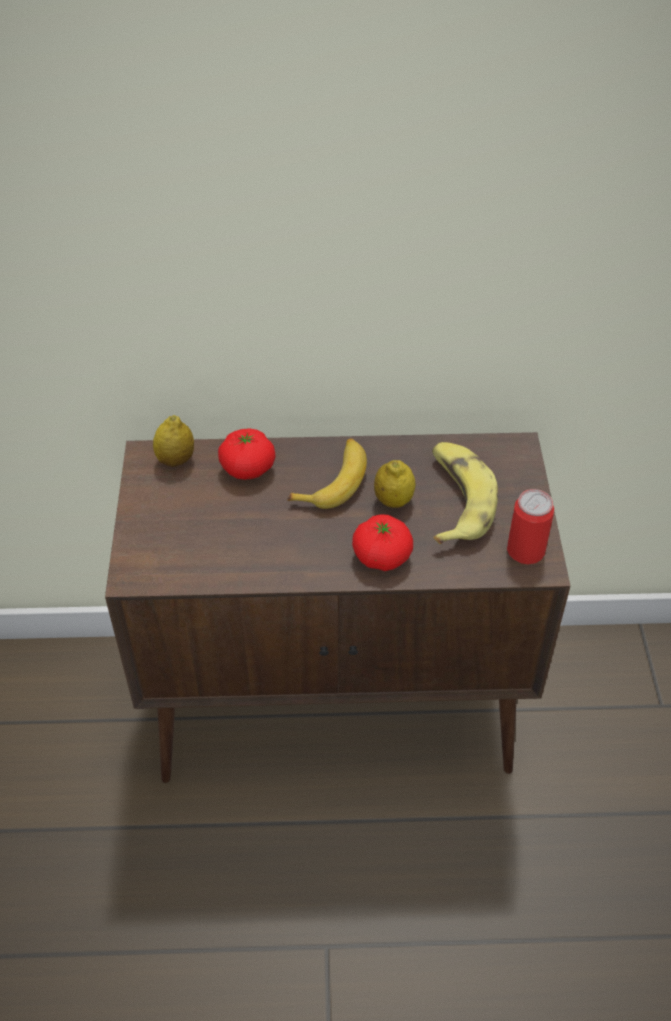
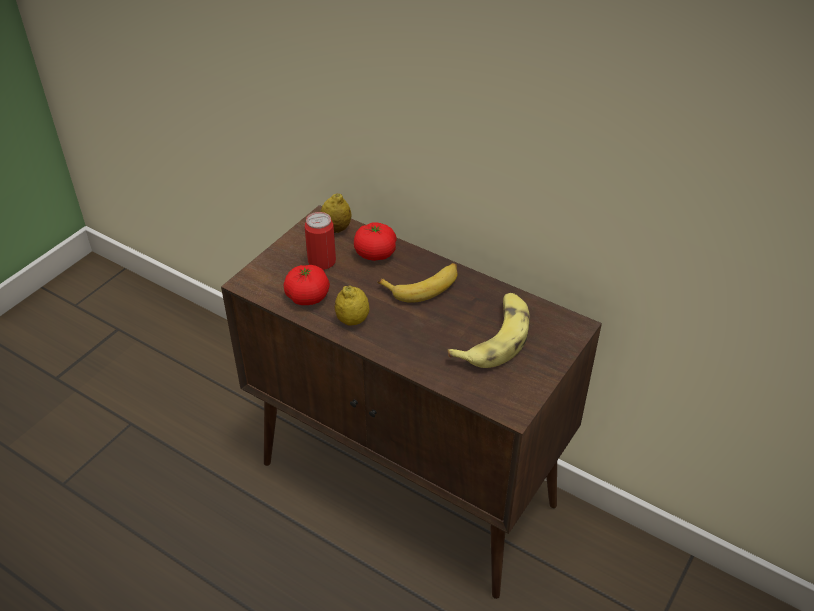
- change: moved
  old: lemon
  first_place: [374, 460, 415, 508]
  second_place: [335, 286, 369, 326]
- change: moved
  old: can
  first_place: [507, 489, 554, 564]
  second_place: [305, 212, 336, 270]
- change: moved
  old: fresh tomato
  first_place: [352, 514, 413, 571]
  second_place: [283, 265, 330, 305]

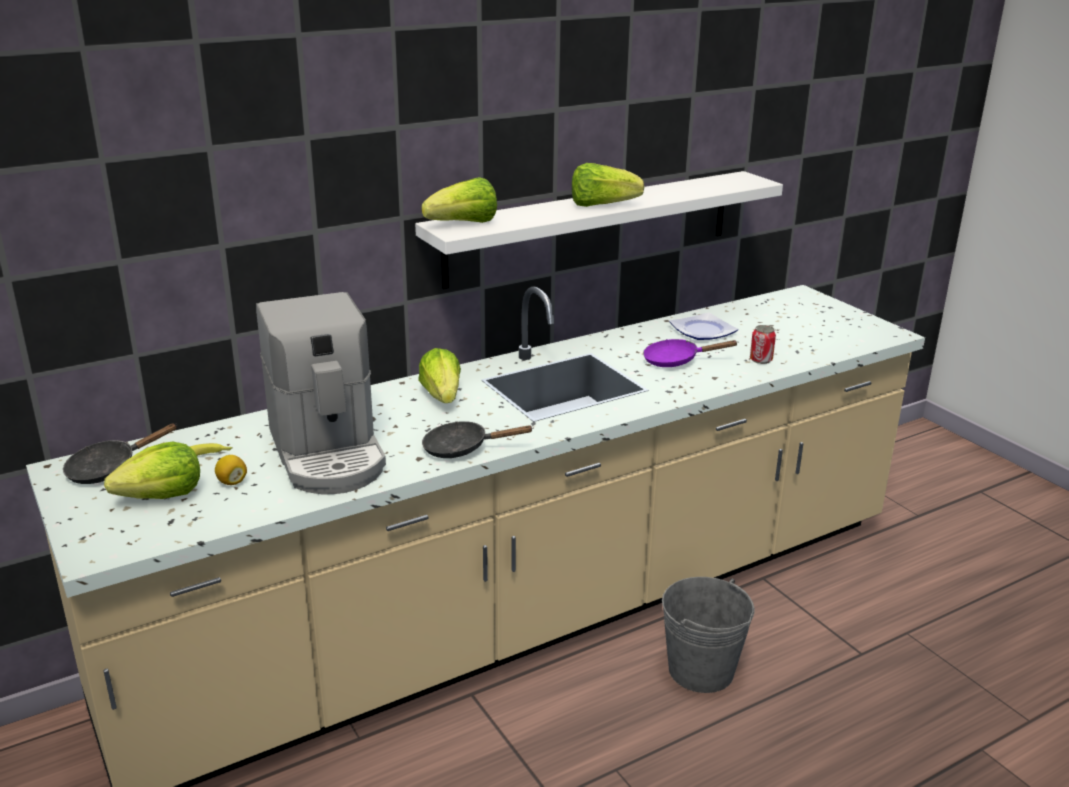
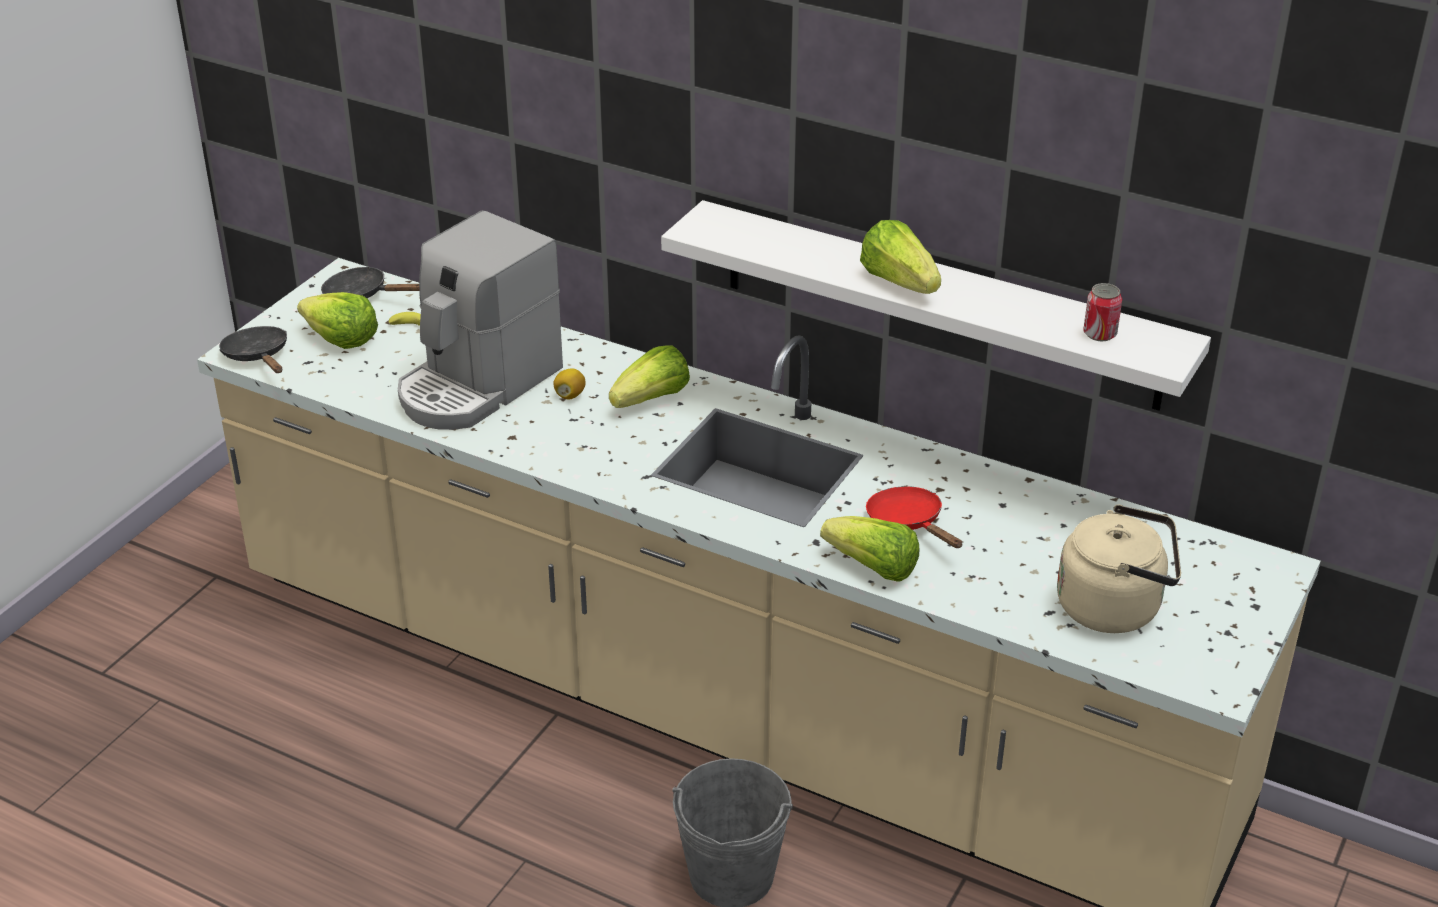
- change: moved
  old: head of lettuce
  first_place: [421, 177, 497, 223]
  second_place: [820, 516, 919, 582]
- change: removed
  old: dinner plate
  first_place: [669, 312, 738, 340]
- change: moved
  old: can
  first_place: [750, 325, 776, 364]
  second_place: [1083, 283, 1122, 341]
- change: recoloured
  old: purple-coloured frying pan
  new: red-coloured frying pan
  first_place: [643, 339, 738, 367]
  second_place: [866, 486, 962, 548]
- change: moved
  old: blackish frying pan
  first_place: [422, 421, 534, 458]
  second_place: [219, 326, 287, 373]
- change: moved
  old: lemon
  first_place: [215, 455, 247, 485]
  second_place: [553, 369, 586, 399]
- change: added
  new: beige-coloured kettle
  second_place: [1057, 505, 1181, 633]

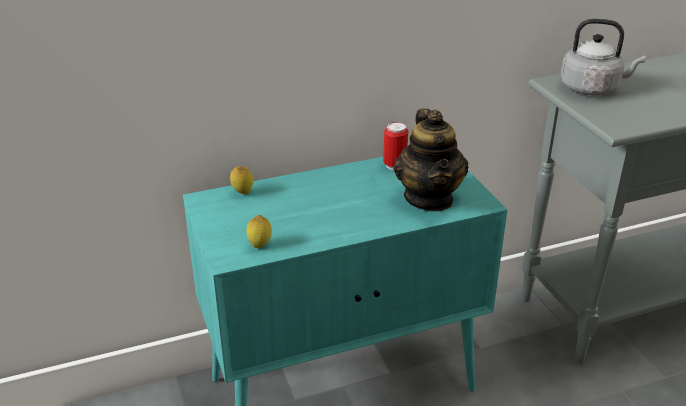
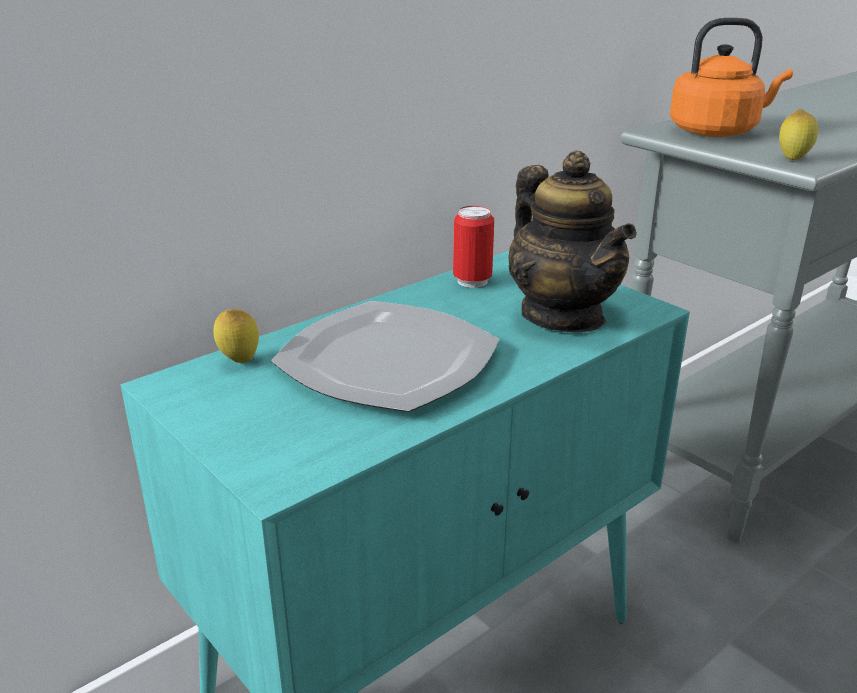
- change: recoloured
  old: greyish kettle
  new: orangey kettle
  first_place: [560, 19, 646, 95]
  second_place: [670, 18, 793, 137]
- change: moved
  old: lemon
  first_place: [247, 215, 272, 248]
  second_place: [779, 109, 818, 160]
- change: added
  new: dinner plate
  second_place: [271, 301, 499, 412]

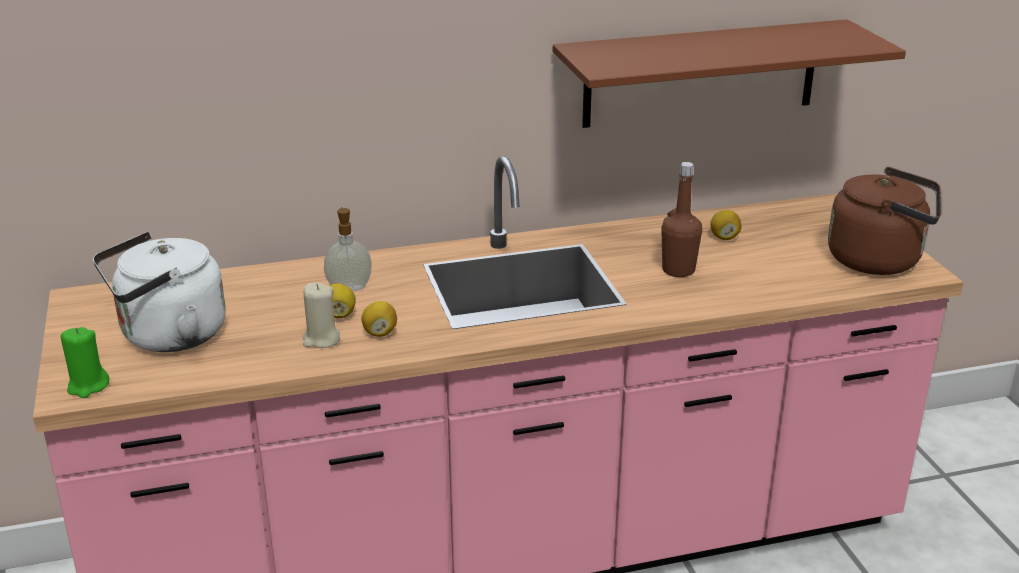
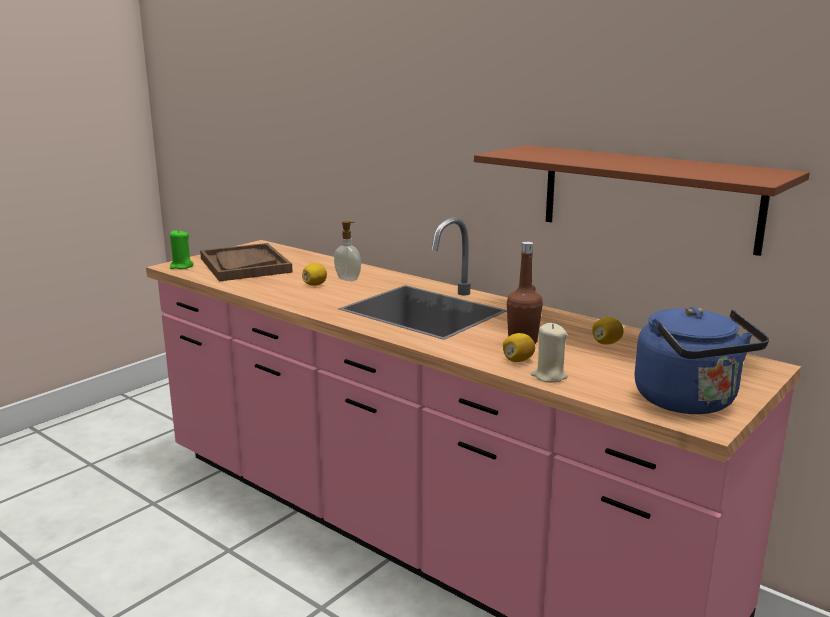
- change: recoloured
  old: brown-coloured kettle
  new: blue-coloured kettle
  first_place: [828, 167, 940, 275]
  second_place: [634, 307, 769, 414]
- change: replaced
  old: whitish kettle
  new: brown-coloured tray
  first_place: [93, 232, 226, 352]
  second_place: [200, 243, 293, 281]
- change: moved
  old: beige-coloured wax light
  first_place: [303, 283, 340, 348]
  second_place: [531, 323, 568, 383]
- change: moved
  old: lemon
  first_place: [361, 301, 397, 337]
  second_place: [503, 333, 535, 362]

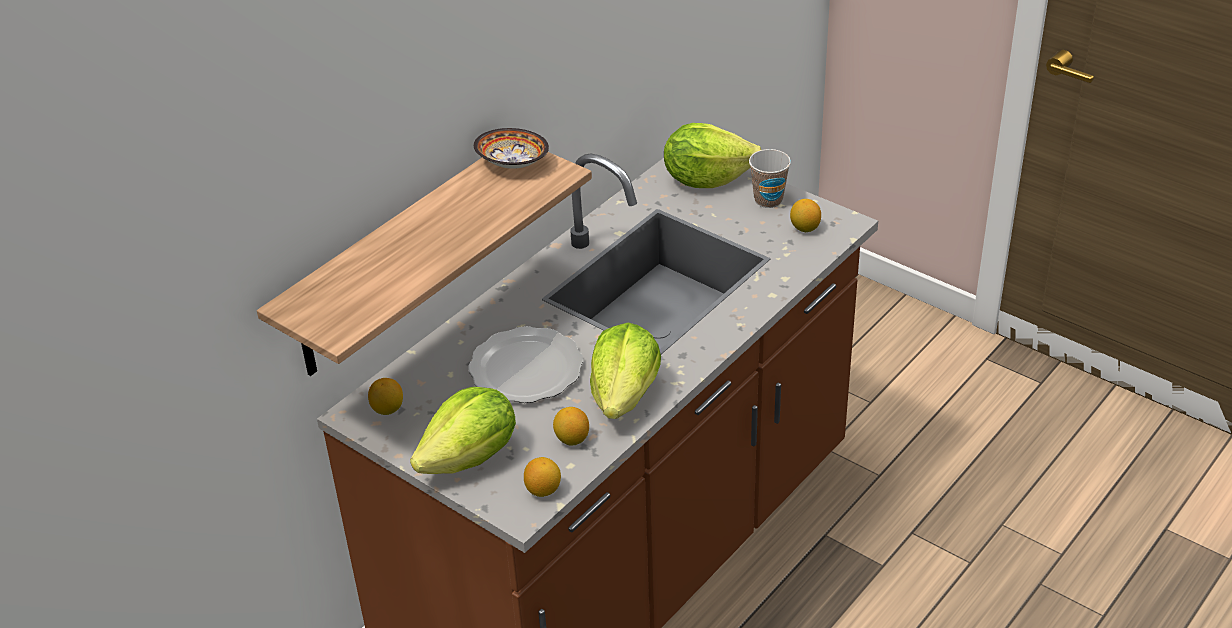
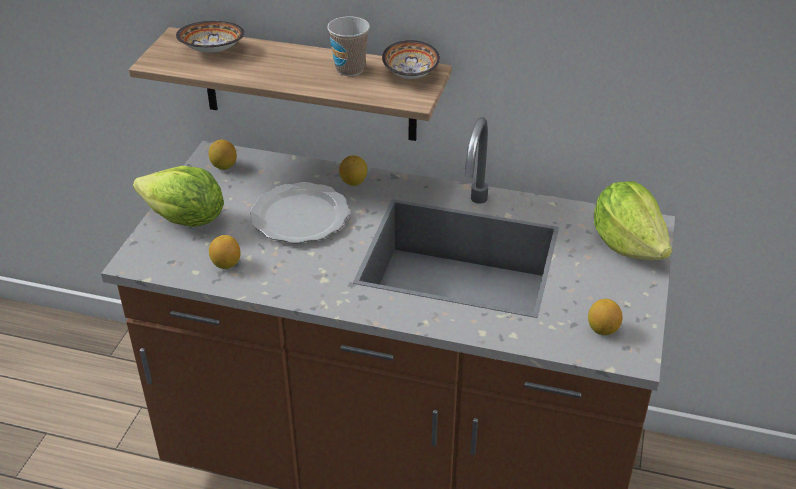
- change: moved
  old: small cup
  first_place: [749, 149, 791, 208]
  second_place: [327, 16, 370, 76]
- change: removed
  old: head of lettuce
  first_place: [590, 323, 661, 419]
- change: moved
  old: lemon
  first_place: [524, 457, 561, 497]
  second_place: [339, 155, 367, 186]
- change: added
  new: deep dish
  second_place: [176, 21, 244, 52]

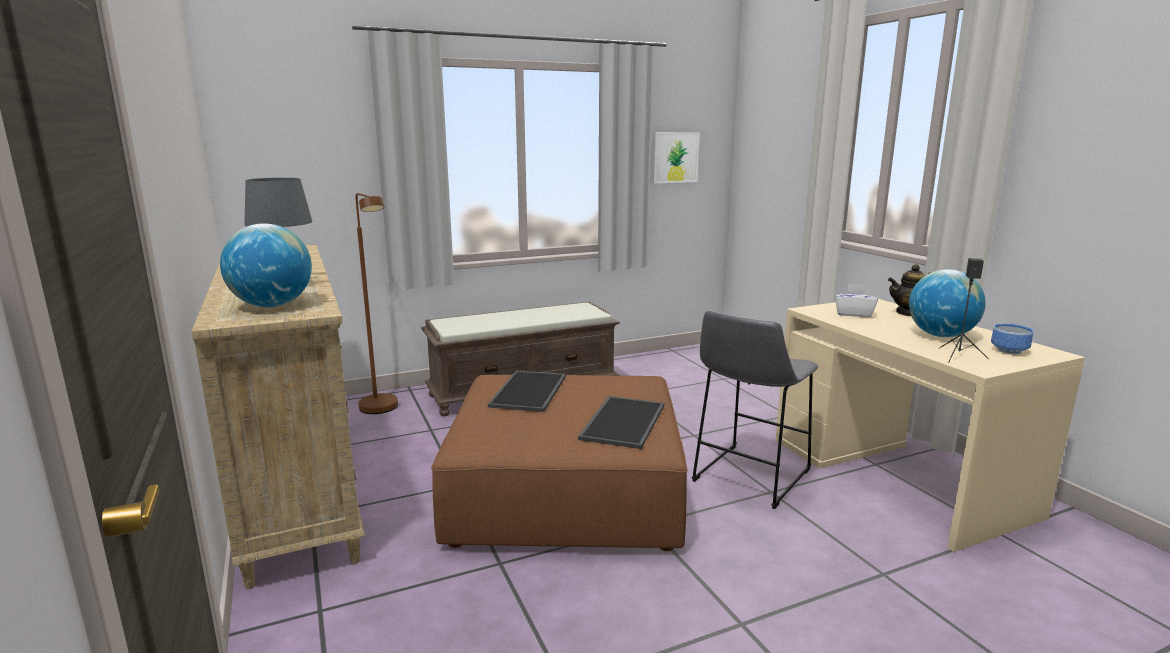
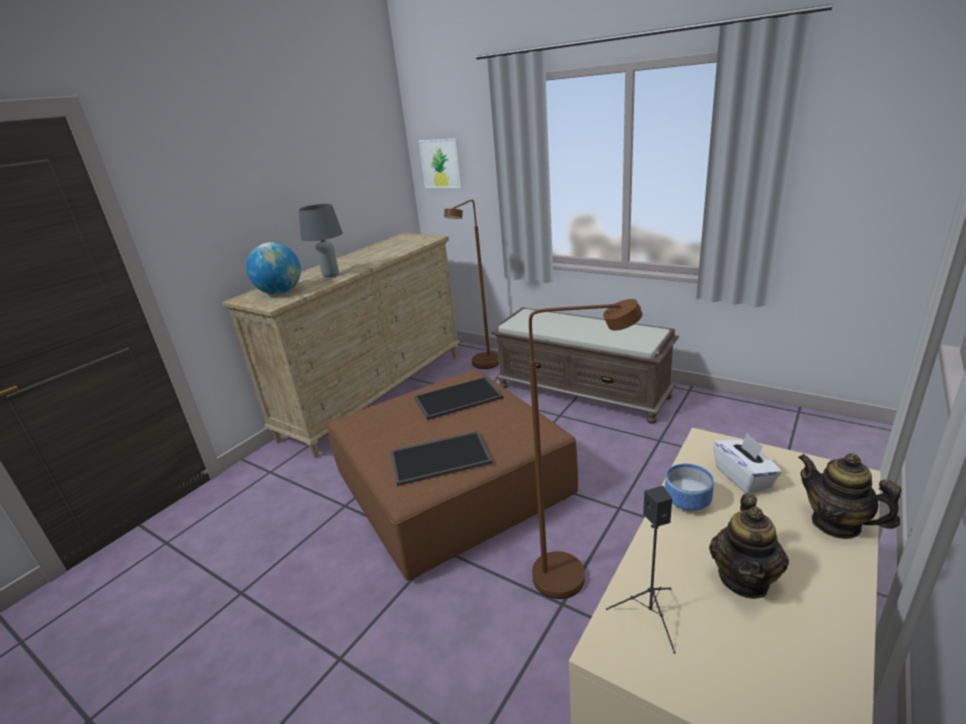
- change: moved
  old: picture
  first_place: [654, 132, 700, 184]
  second_place: [419, 138, 463, 188]
- change: replaced
  old: desk globe
  new: pot for tea
  first_place: [909, 269, 986, 337]
  second_place: [709, 494, 789, 599]
- change: replaced
  old: greyish stool
  new: brown-coloured standing lamp
  first_place: [692, 310, 818, 509]
  second_place: [529, 299, 643, 599]
- change: moved
  old: deep dish
  first_place: [991, 324, 1033, 354]
  second_place: [665, 464, 714, 511]

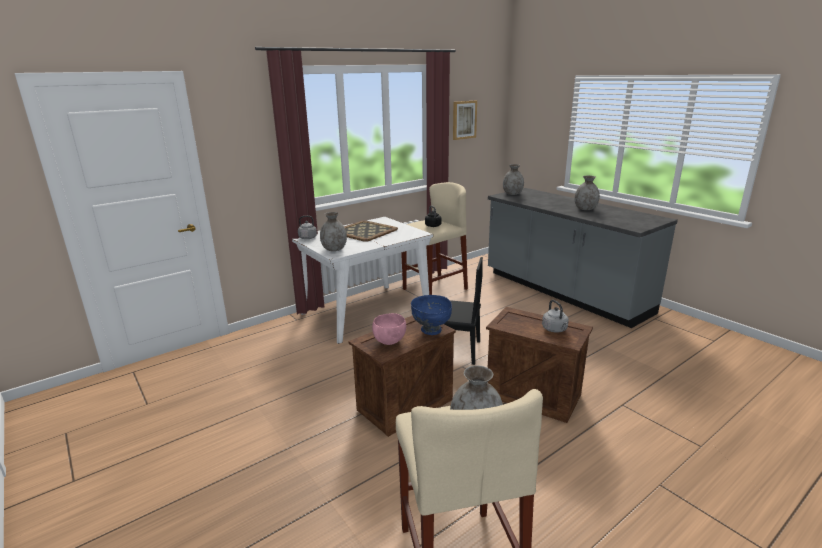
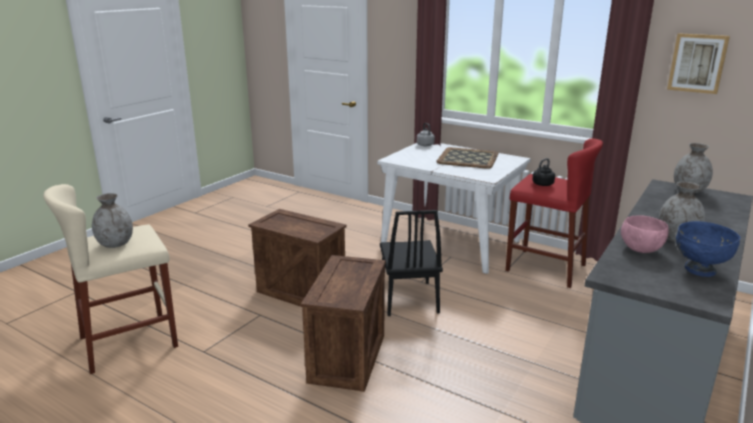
- change: recoloured
  old: beige-coloured stool
  new: red-coloured stool
  first_place: [401, 182, 468, 295]
  second_place: [506, 138, 603, 288]
- change: removed
  old: greyish decorative vase
  first_place: [320, 212, 347, 251]
- change: moved
  old: blue-coloured deep dish
  first_place: [411, 295, 452, 335]
  second_place: [676, 221, 741, 277]
- change: removed
  old: greyish kettle
  first_place: [542, 300, 569, 333]
- change: moved
  old: pink-coloured deep dish
  first_place: [372, 313, 406, 345]
  second_place: [621, 215, 669, 253]

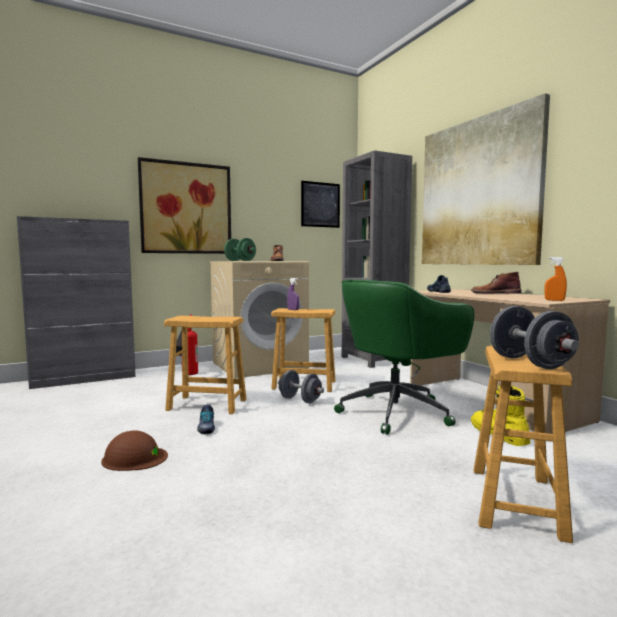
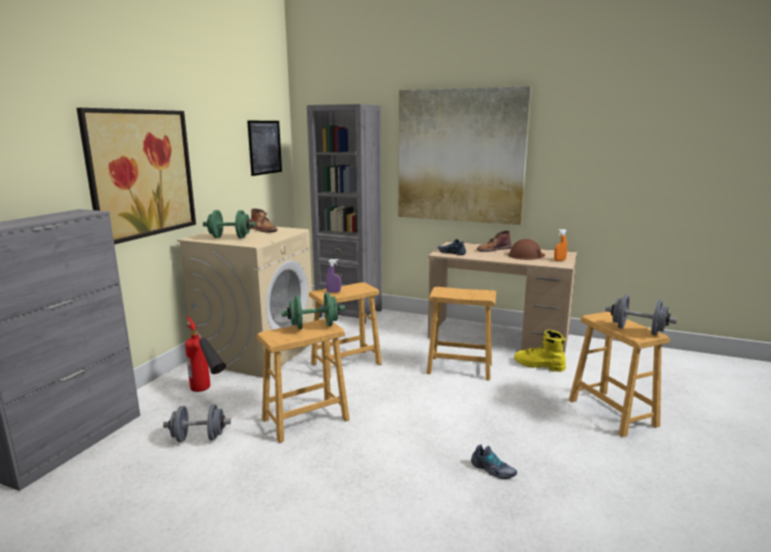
- change: replaced
  old: green desk chair
  new: brown-coloured stool
  first_place: [334, 279, 474, 435]
  second_place: [427, 287, 496, 381]
- change: moved
  old: greyish dumbbell
  first_place: [278, 370, 324, 403]
  second_place: [163, 404, 231, 442]
- change: moved
  old: shoe
  first_place: [197, 404, 215, 434]
  second_place: [471, 444, 517, 479]
- change: moved
  old: brown-coloured hard hat
  first_place: [101, 430, 168, 471]
  second_place: [508, 239, 545, 260]
- change: added
  new: green dumbbell
  second_place: [281, 293, 345, 329]

